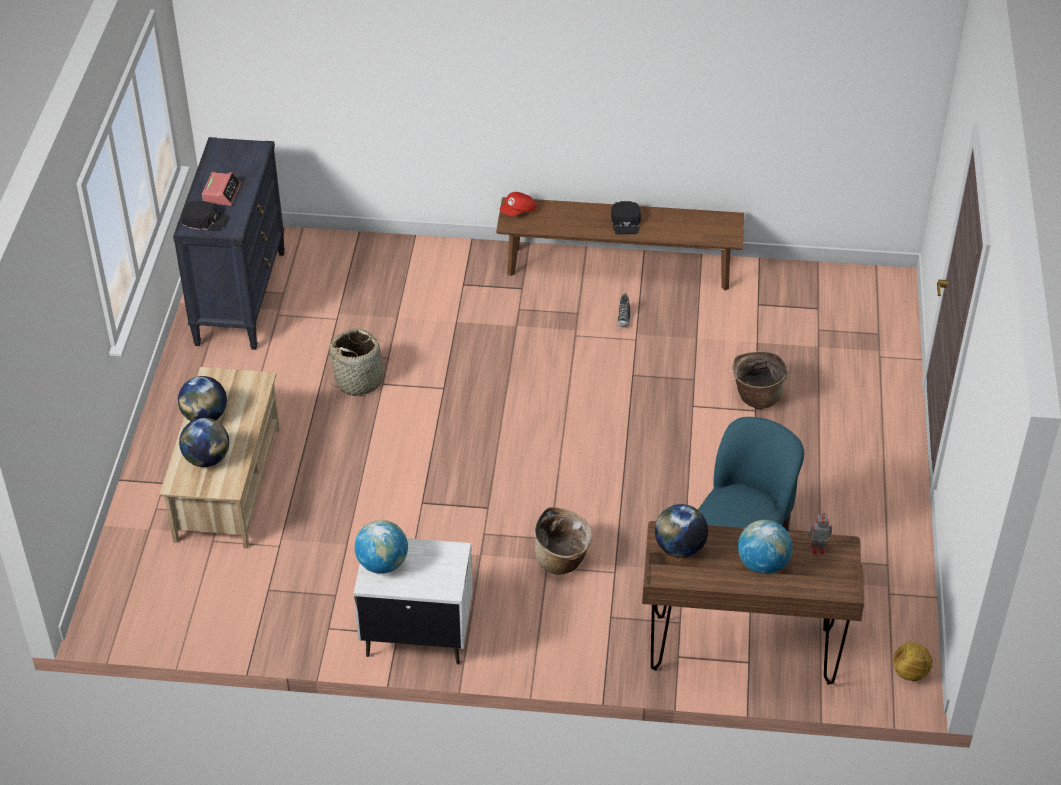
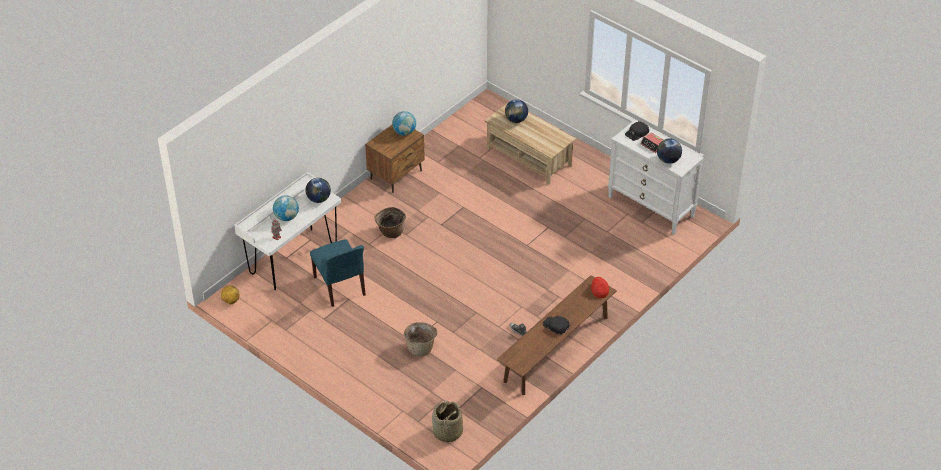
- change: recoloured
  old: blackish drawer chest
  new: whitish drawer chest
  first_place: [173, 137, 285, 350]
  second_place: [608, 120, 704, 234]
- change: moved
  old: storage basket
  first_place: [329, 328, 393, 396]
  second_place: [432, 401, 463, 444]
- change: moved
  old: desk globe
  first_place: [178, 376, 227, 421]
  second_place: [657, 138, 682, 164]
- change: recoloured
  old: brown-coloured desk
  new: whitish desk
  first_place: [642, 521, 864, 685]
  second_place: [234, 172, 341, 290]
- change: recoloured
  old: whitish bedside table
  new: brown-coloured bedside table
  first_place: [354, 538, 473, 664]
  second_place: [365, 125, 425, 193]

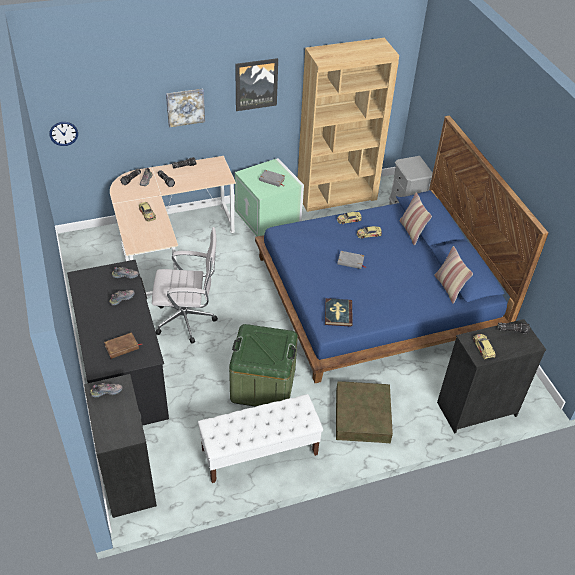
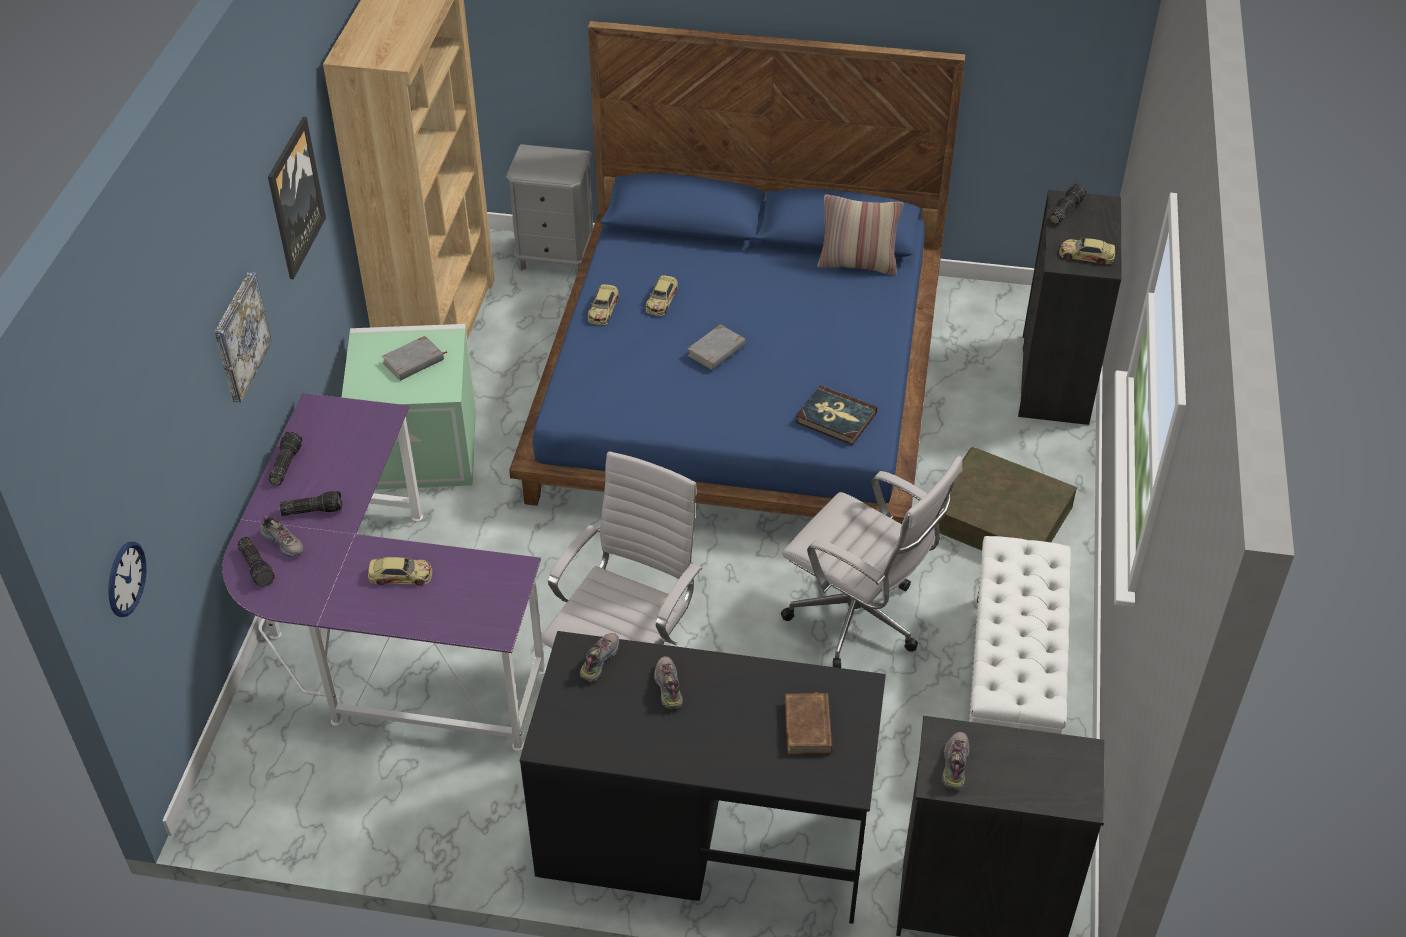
- change: recoloured
  old: beige-coloured desk
  new: purple-coloured desk
  first_place: [110, 156, 236, 296]
  second_place: [222, 393, 546, 751]
- change: removed
  old: pillow
  first_place: [399, 192, 432, 245]
- change: replaced
  old: green storage box
  new: whitish desk chair
  first_place: [229, 324, 298, 407]
  second_place: [781, 456, 963, 668]

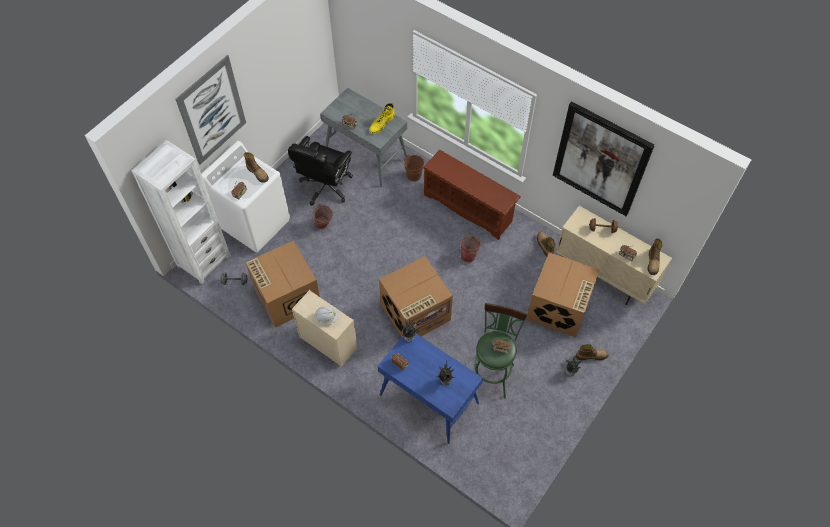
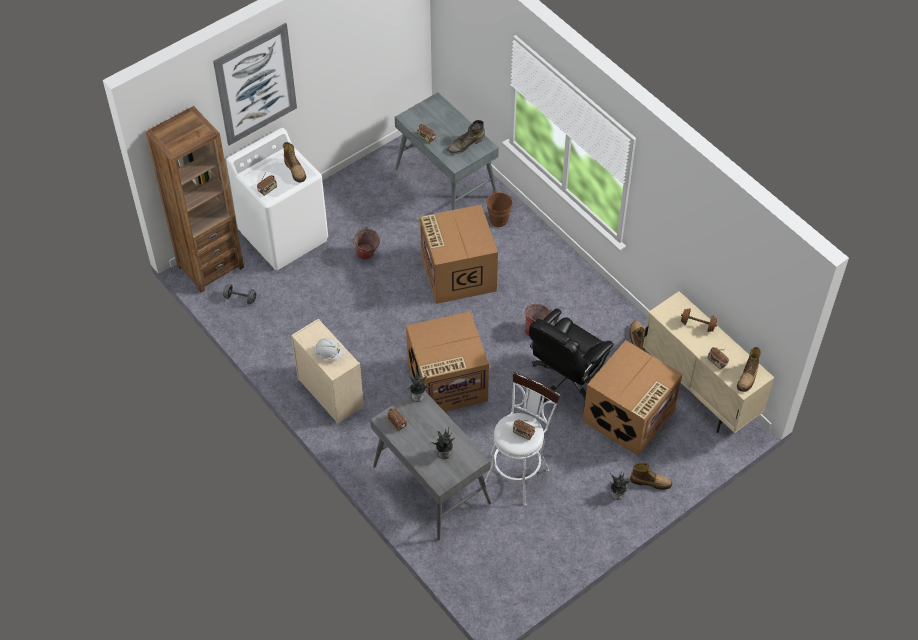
- change: removed
  old: picture
  first_place: [553, 102, 655, 216]
- change: recoloured
  old: yellowish tall boot
  new: green tall boot
  first_place: [369, 103, 395, 134]
  second_place: [447, 120, 485, 154]
- change: moved
  old: blackish desk chair
  first_place: [288, 136, 353, 206]
  second_place: [529, 308, 613, 407]
- change: recoloured
  old: whitish bookshelf
  new: brown-coloured bookshelf
  first_place: [132, 140, 231, 284]
  second_place: [145, 106, 244, 293]
- change: removed
  old: brown-coloured shoe stand
  first_place: [423, 150, 521, 240]
- change: moved
  old: carton
  first_place: [246, 241, 320, 328]
  second_place: [420, 205, 498, 304]
- change: recoloured
  old: green stool
  new: whitish stool
  first_place: [475, 303, 528, 399]
  second_place: [484, 372, 561, 506]
- change: recoloured
  old: blue-coloured desk
  new: greyish desk
  first_place: [377, 334, 483, 444]
  second_place: [370, 391, 491, 540]

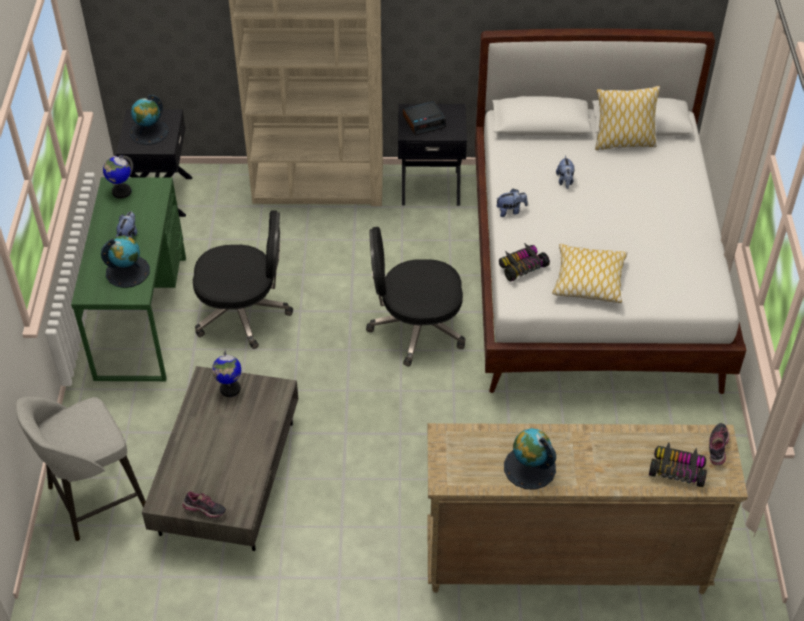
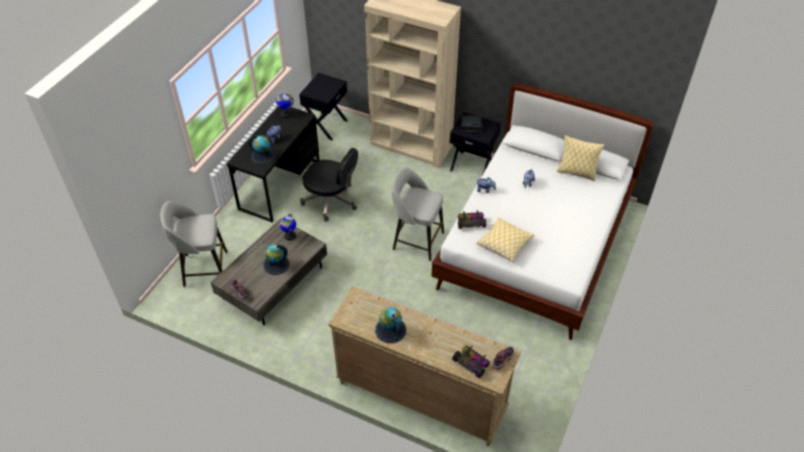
- change: moved
  old: desk globe
  first_place: [130, 95, 169, 145]
  second_place: [264, 244, 289, 275]
- change: recoloured
  old: green desk
  new: blackish desk
  first_place: [71, 177, 186, 381]
  second_place: [227, 107, 319, 222]
- change: replaced
  old: blackish desk chair
  new: greyish stool
  first_place: [366, 227, 465, 366]
  second_place: [392, 167, 444, 261]

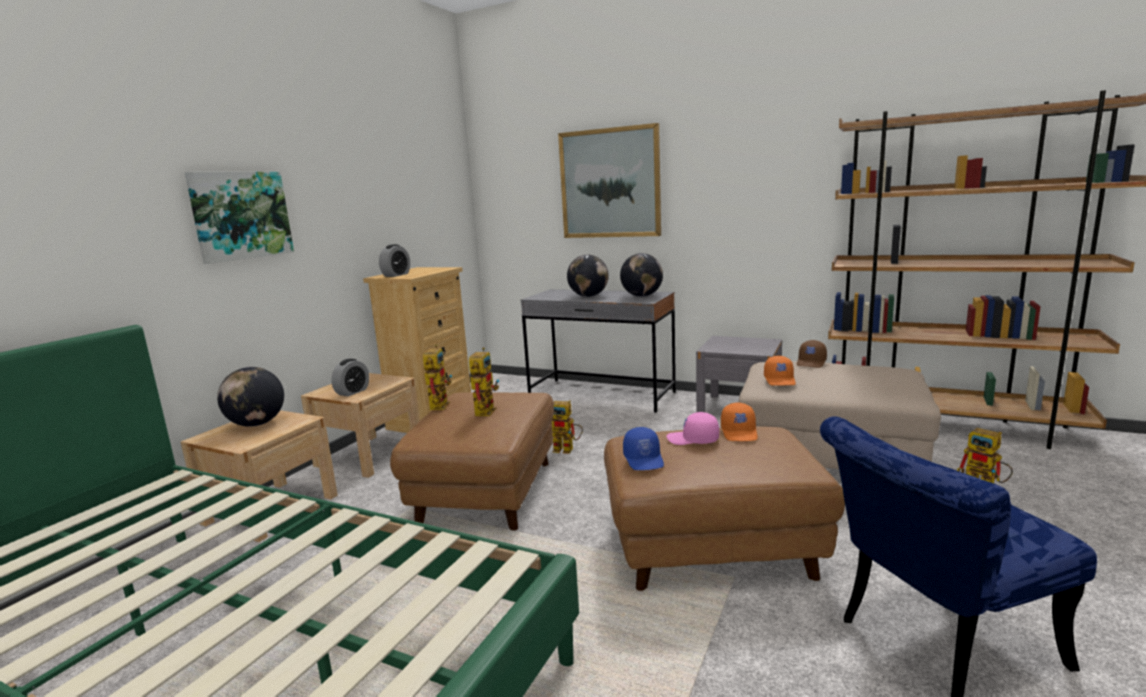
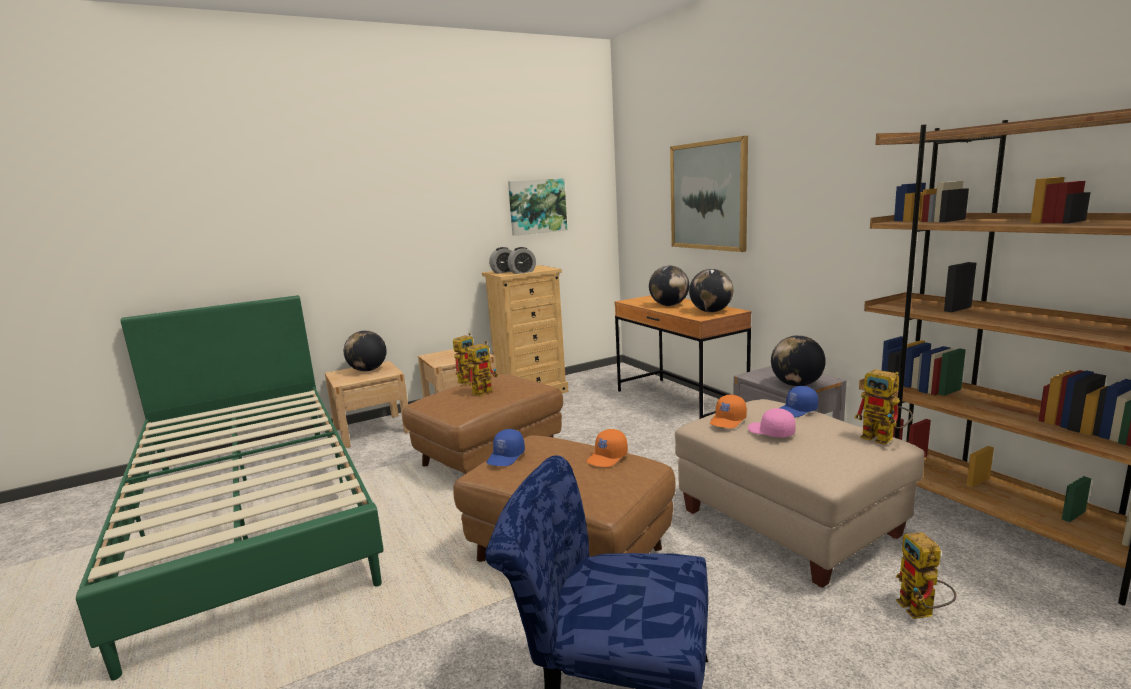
- change: moved
  old: picture
  first_place: [185, 172, 294, 264]
  second_place: [508, 178, 567, 236]
- change: recoloured
  old: greyish desk
  new: brown-coloured desk
  first_place: [521, 289, 676, 413]
  second_place: [614, 295, 751, 419]
- change: recoloured
  old: brown-coloured baseball cap
  new: blue-coloured baseball cap
  first_place: [797, 340, 827, 368]
  second_place: [780, 386, 818, 418]
- change: moved
  old: bedside clock
  first_place: [331, 359, 369, 397]
  second_place: [508, 247, 536, 274]
- change: moved
  old: robot figure
  first_place: [552, 400, 583, 454]
  second_place: [854, 369, 913, 445]
- change: moved
  old: pink-coloured baseball cap
  first_place: [666, 412, 719, 445]
  second_place: [748, 408, 796, 438]
- change: added
  new: desk globe
  second_place: [771, 335, 826, 387]

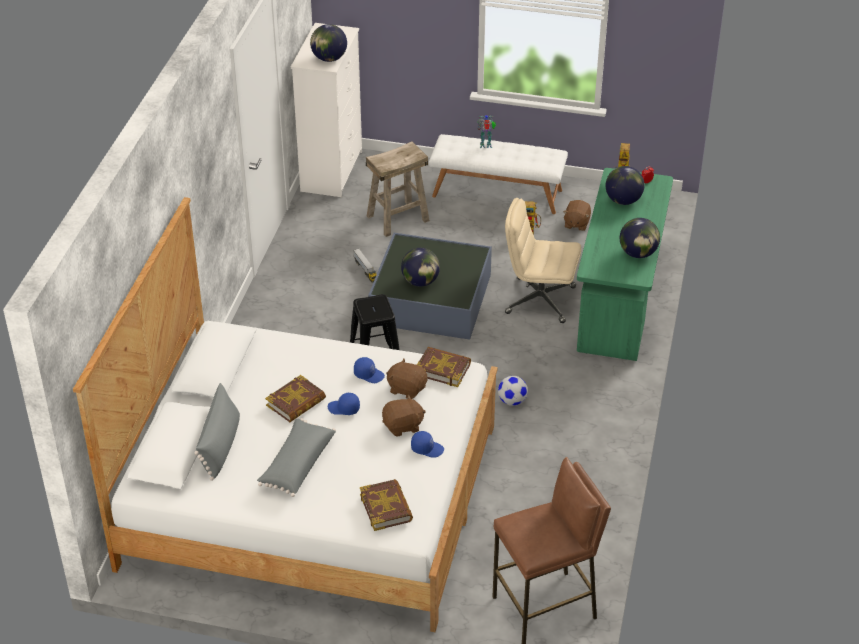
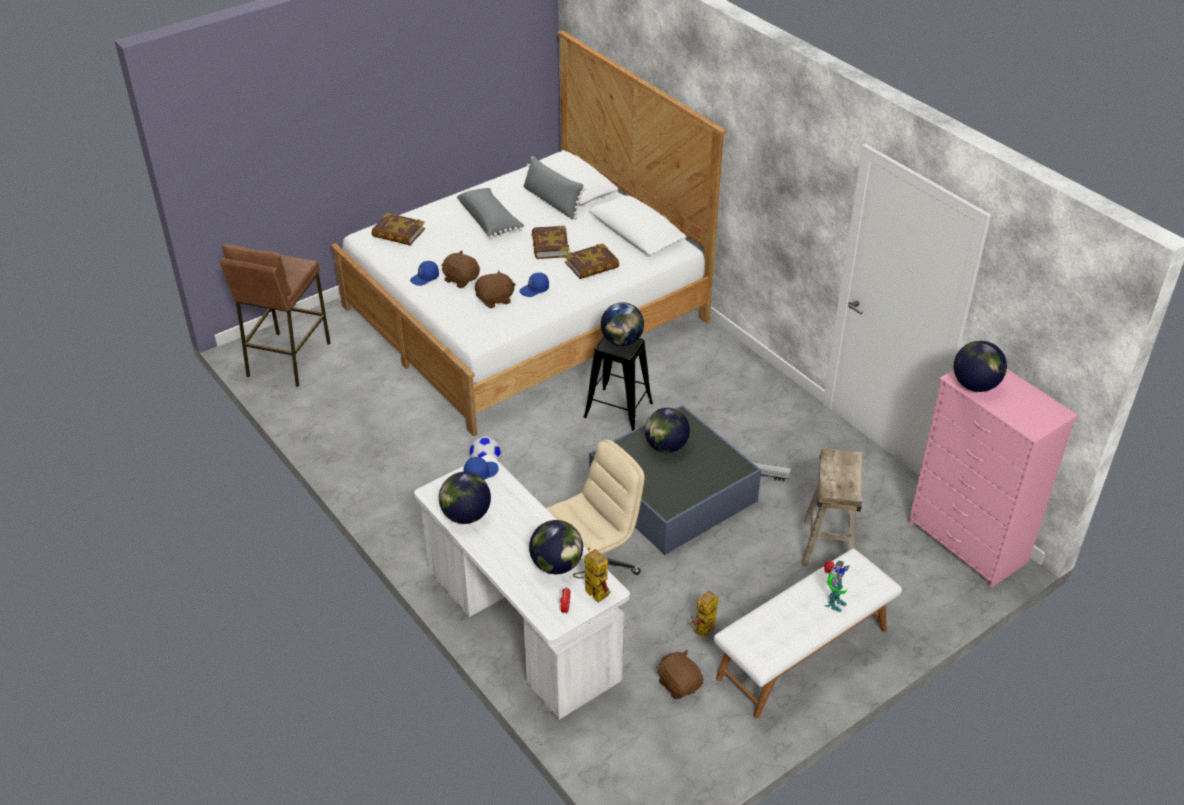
- change: recoloured
  old: whitish drawer chest
  new: pink-coloured drawer chest
  first_place: [291, 23, 362, 197]
  second_place: [908, 369, 1078, 589]
- change: recoloured
  old: green desk
  new: whitish desk
  first_place: [577, 168, 673, 361]
  second_place: [414, 454, 630, 720]
- change: moved
  old: bound book
  first_place: [417, 347, 471, 387]
  second_place: [565, 243, 619, 279]
- change: moved
  old: blue-coloured baseball cap
  first_place: [328, 393, 360, 415]
  second_place: [464, 457, 498, 480]
- change: turned
  old: brown-coloured plush toy
  first_place: [382, 395, 426, 437]
  second_place: [441, 250, 480, 288]
  degrees: 105
- change: added
  new: desk globe
  second_place: [601, 302, 644, 346]

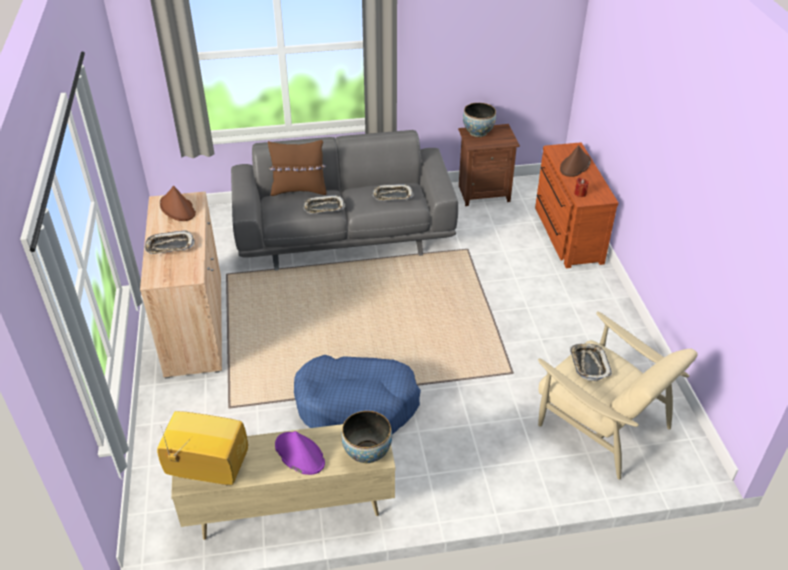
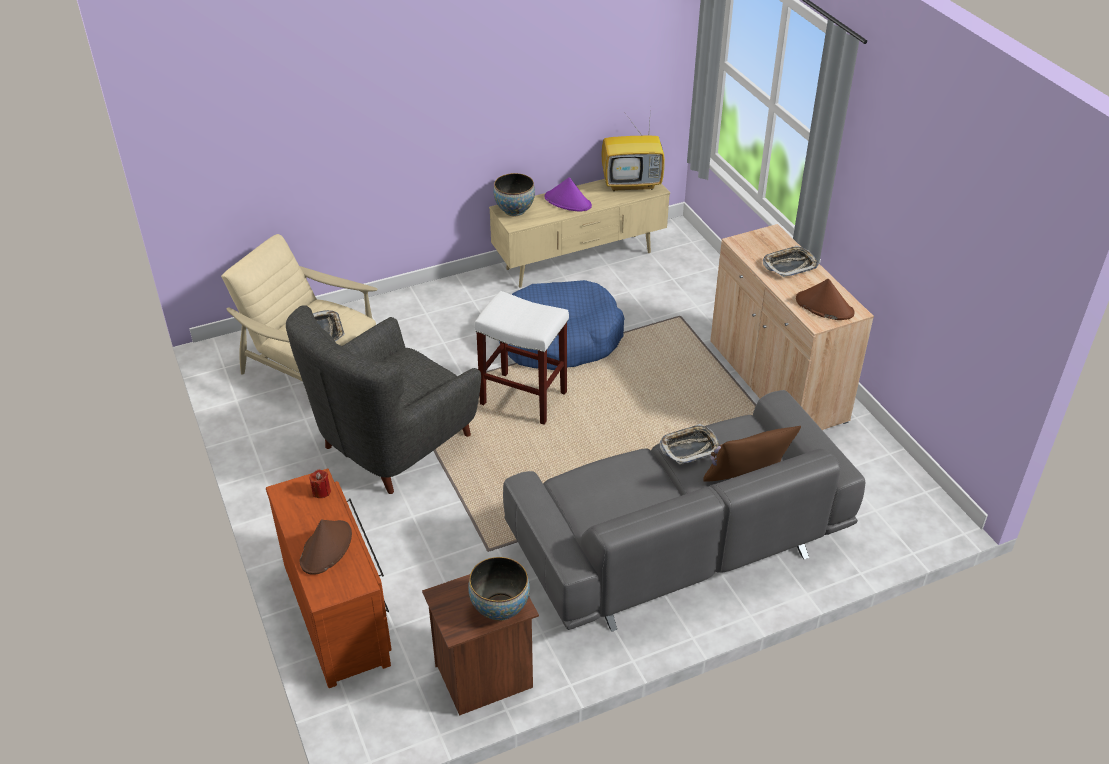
- change: removed
  old: tray
  first_place: [372, 184, 414, 201]
- change: added
  new: whitish stool
  second_place: [474, 291, 569, 425]
- change: added
  new: greyish armchair
  second_place: [286, 305, 481, 494]

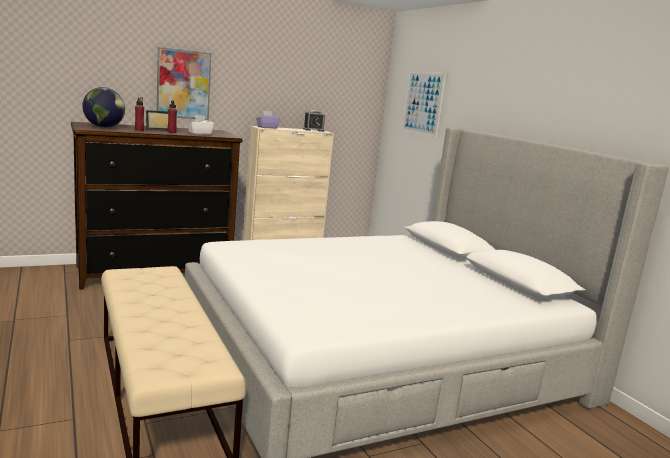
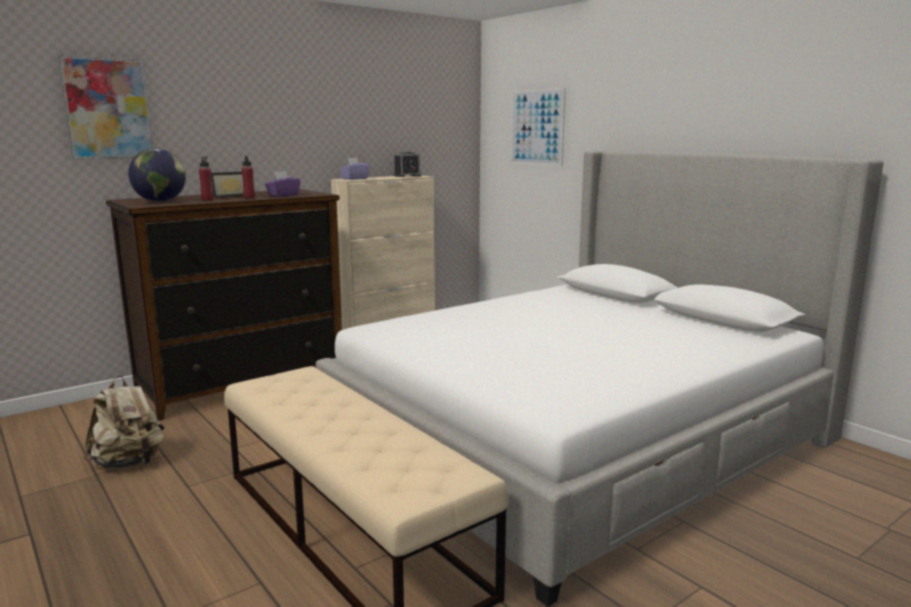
- change: moved
  old: picture
  first_place: [157, 47, 212, 120]
  second_place: [58, 55, 153, 160]
- change: recoloured
  old: whitish tissue holder
  new: purple-coloured tissue holder
  first_place: [187, 115, 214, 135]
  second_place: [265, 171, 301, 197]
- change: added
  new: beige-coloured rucksack
  second_place: [84, 376, 164, 468]

